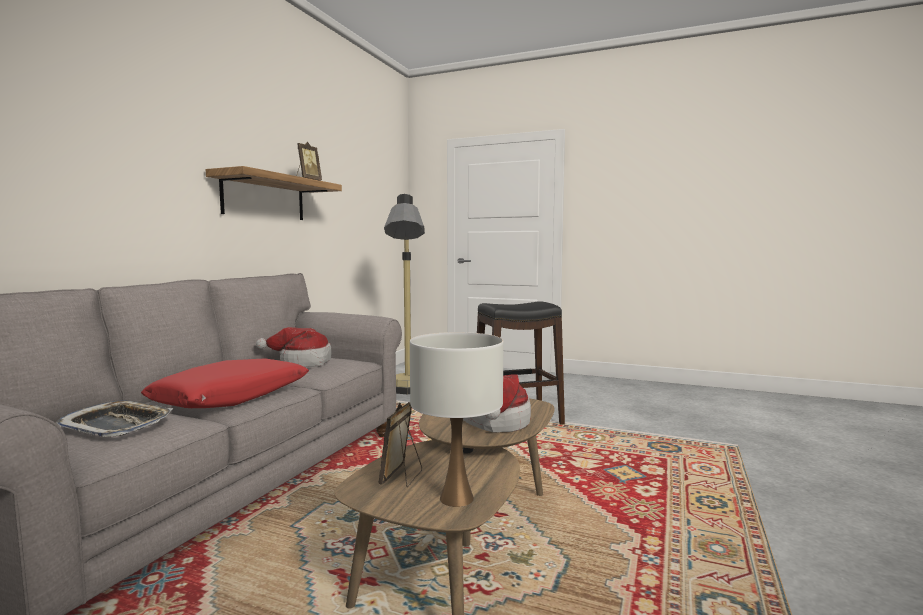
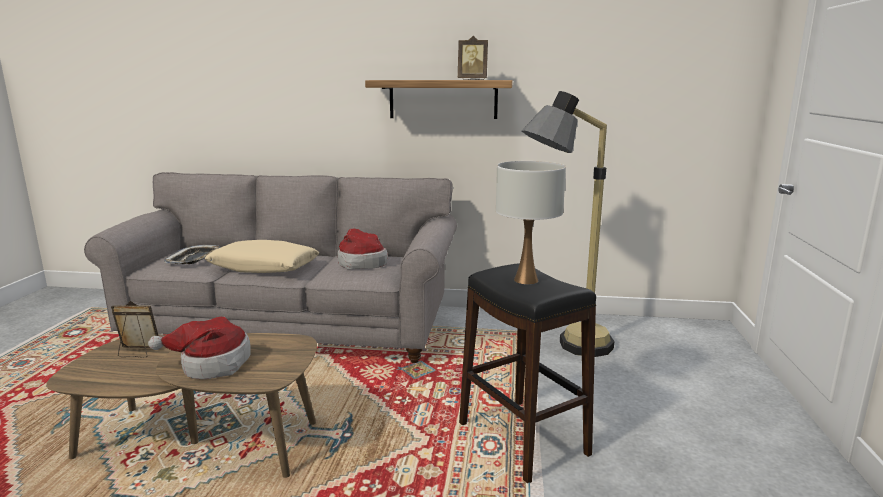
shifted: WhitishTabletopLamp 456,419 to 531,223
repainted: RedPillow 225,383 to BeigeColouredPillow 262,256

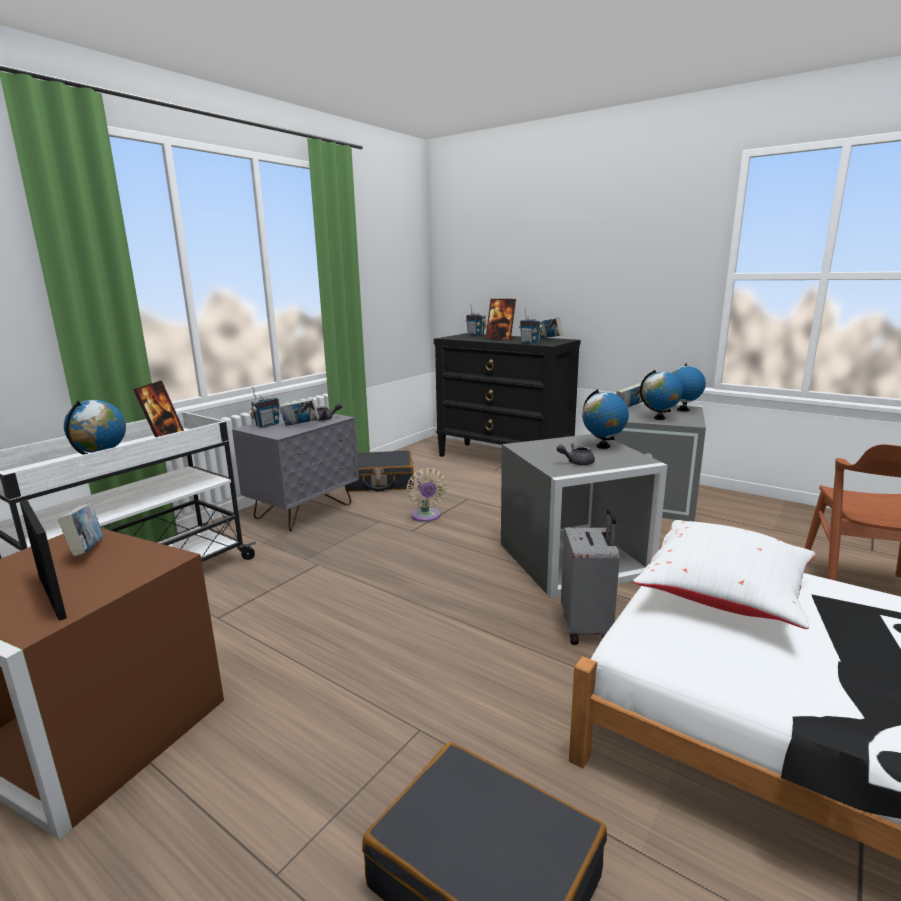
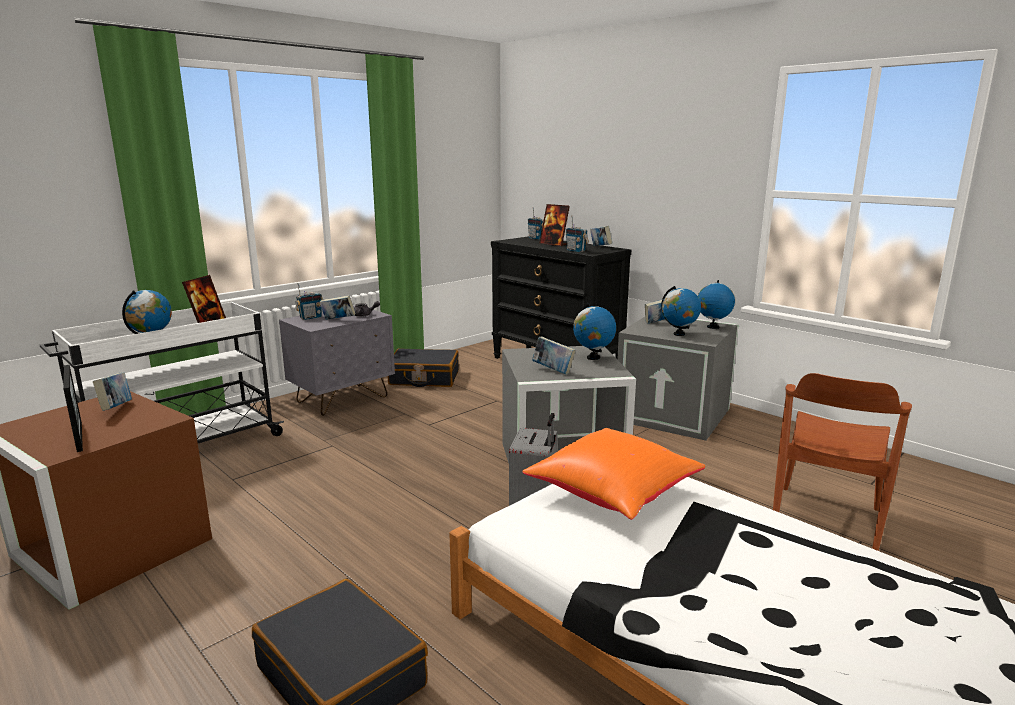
gone: BeigeColouredElectricFan 427,495
swapped: GreyishPotForTea 575,454 to Book 553,355
repainted: WhitishPillow 724,574 to OrangeyPillow 613,474

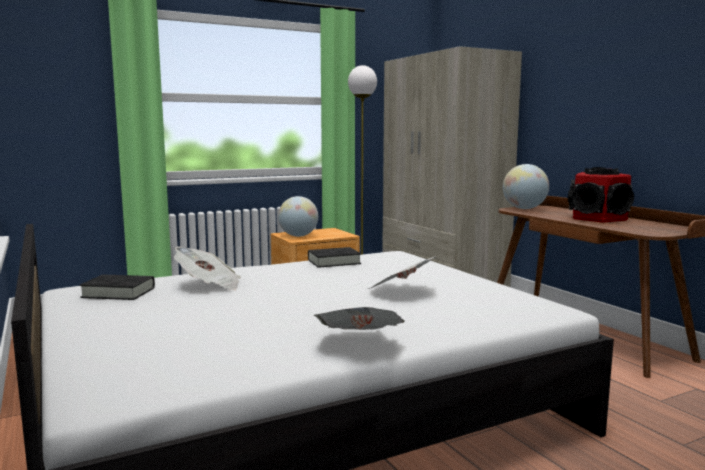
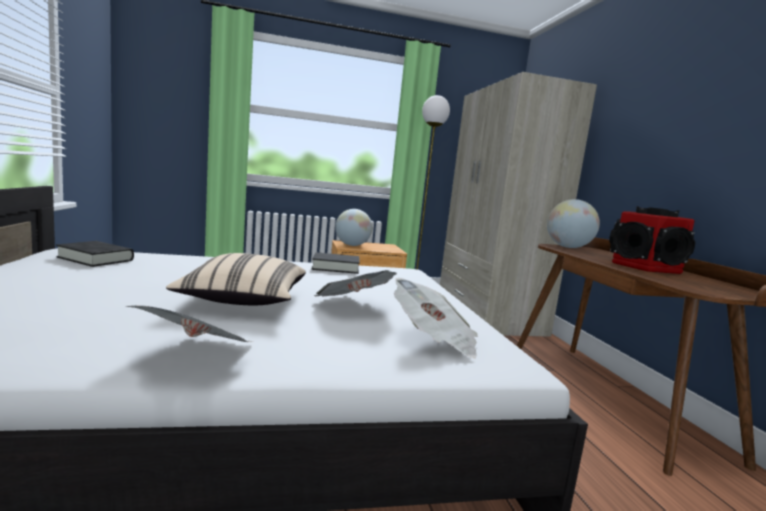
new: BeigeColouredPillow 236,279
shifted: Newspaper 207,268 to 436,318

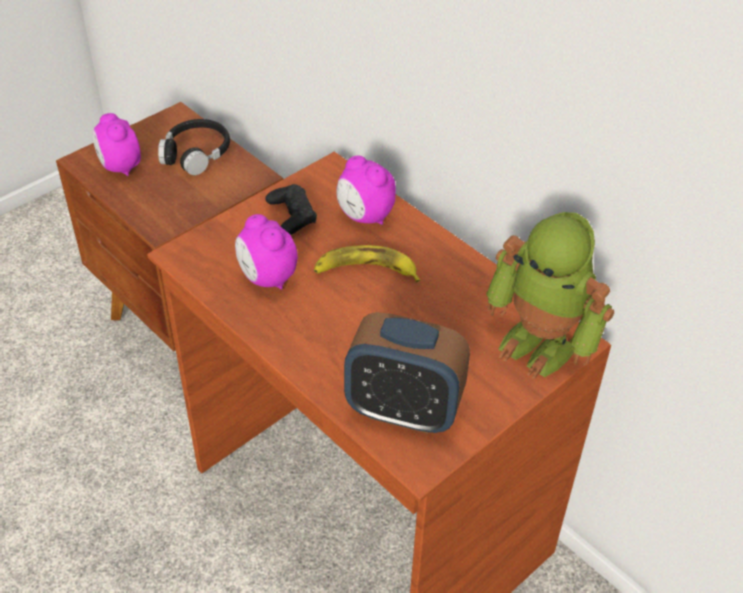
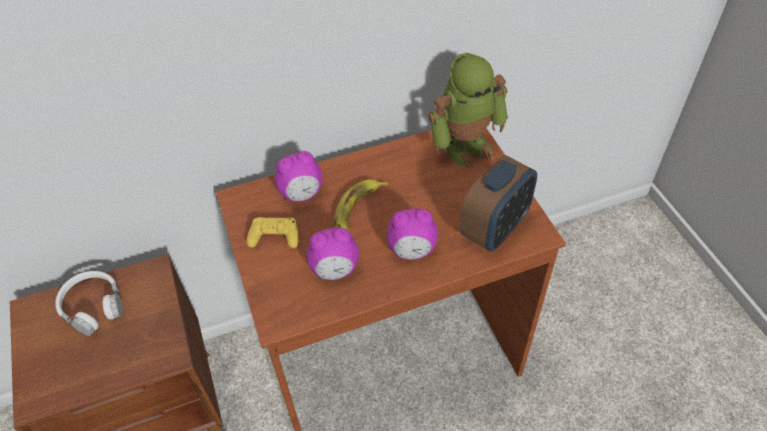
shifted: TableClock 116,144 to 412,234
repainted: BlackColouredHeadset 194,147 to WhitishHeadset 89,303; BlackColouredGameController 291,209 to YellowGameController 273,232

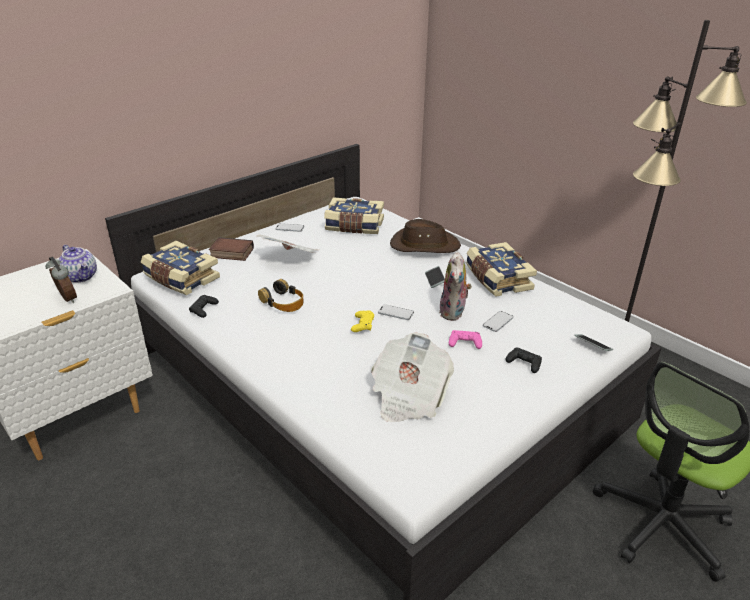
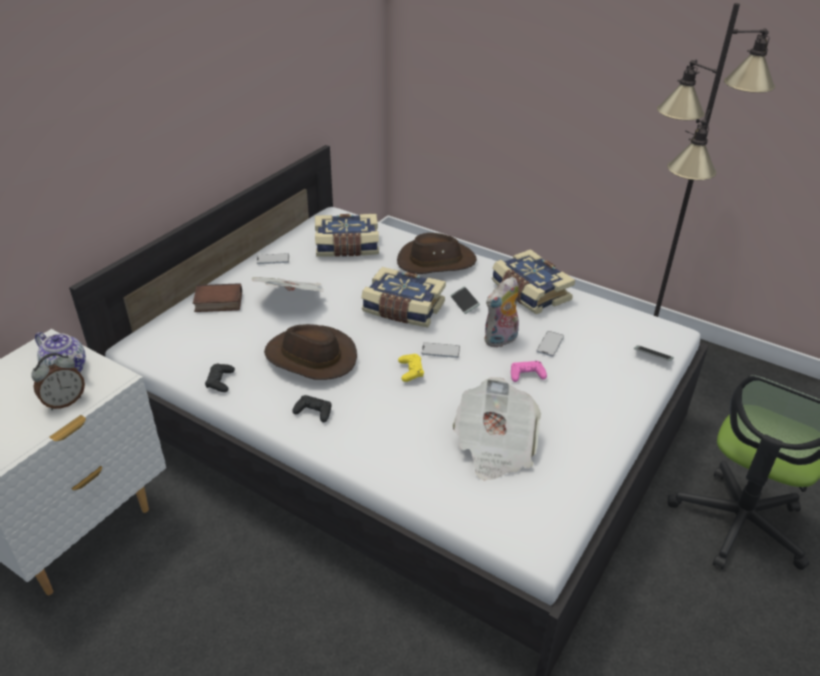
shifted: BlackColouredGameController 523,360 to 312,408; Book 180,268 to 403,297
swapped: Headset 280,295 to BrownColouredClothingHat 310,352
rotated: TableClock 61,280 = 58,381 105 degrees clockwise; CuddlyToy 455,286 = 501,312 60 degrees clockwise

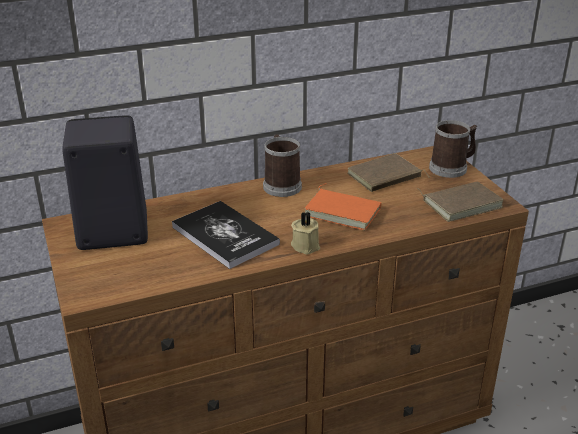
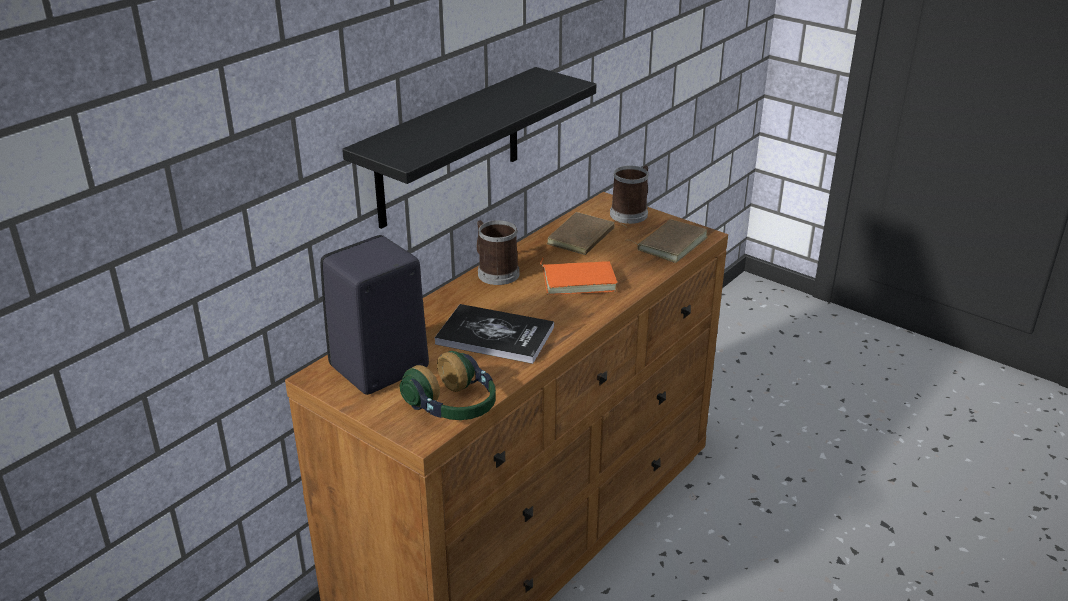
gone: BeigeColouredCandle 305,233
new: BlackColouredBracketShelf 469,148; Headset 448,385

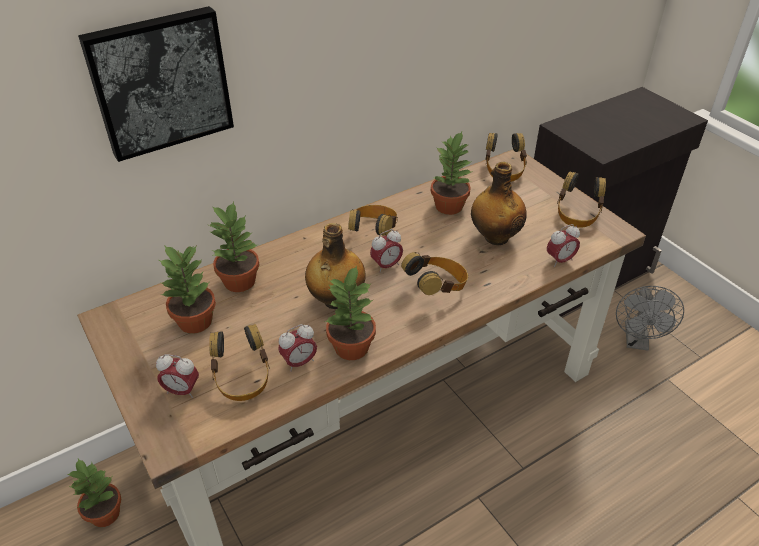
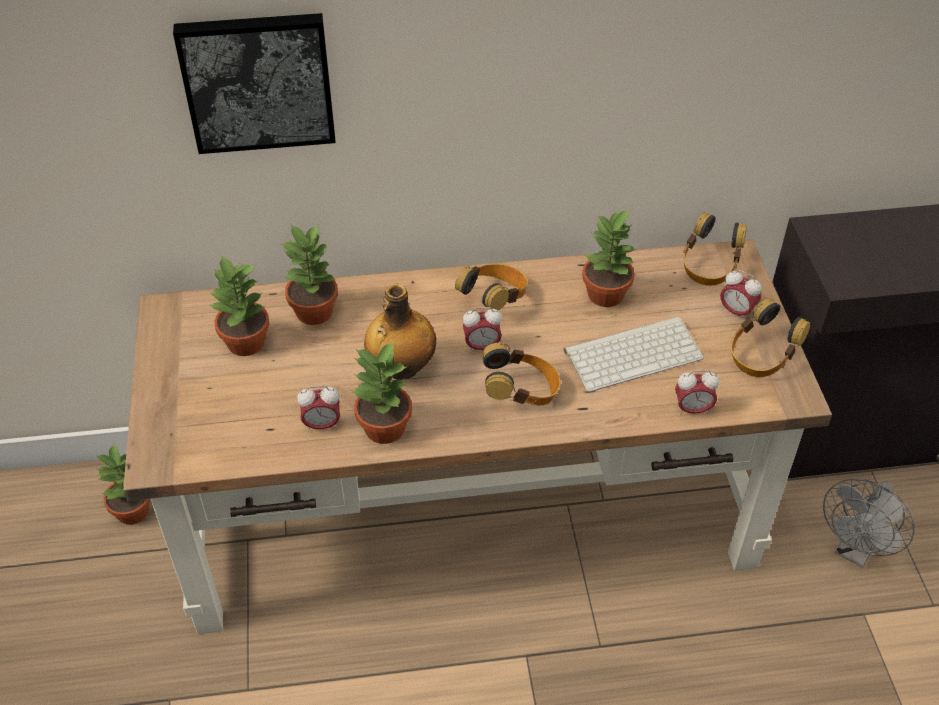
gone: Headset 239,362
shifted: TableClock 177,376 to 741,295
swapped: DrinkBottle 499,203 to ComputerKeyboard 634,354

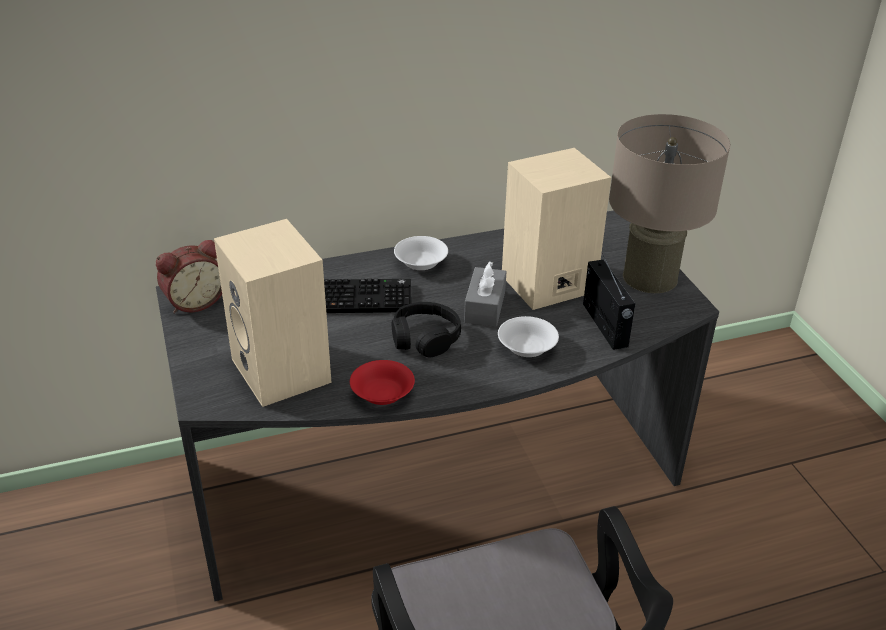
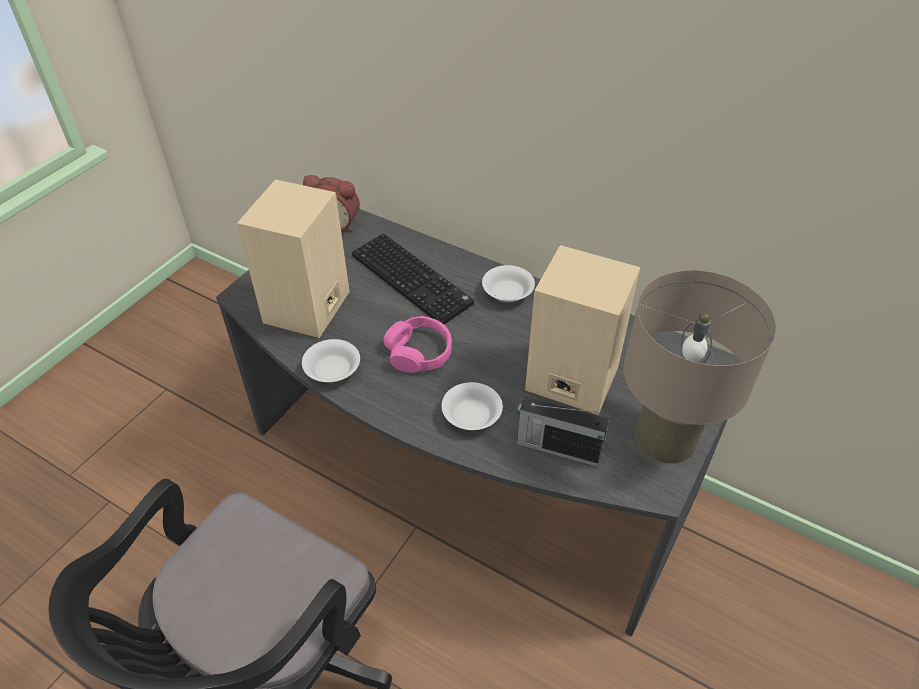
gone: GreyishTissueBox 485,294
repainted: RedDeepDish 382,382 to WhitishDeepDish 331,360; BlackColouredHeadset 426,329 to PinkColouredHeadset 417,344
rotated: RadioReceiver 609,301 = 563,431 75 degrees clockwise

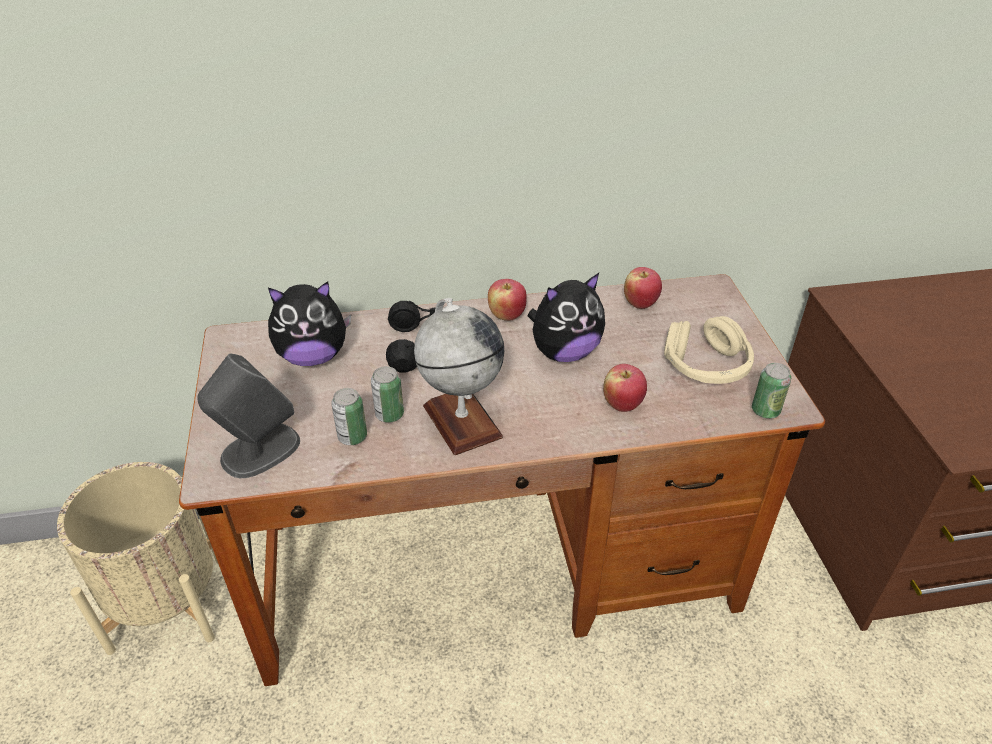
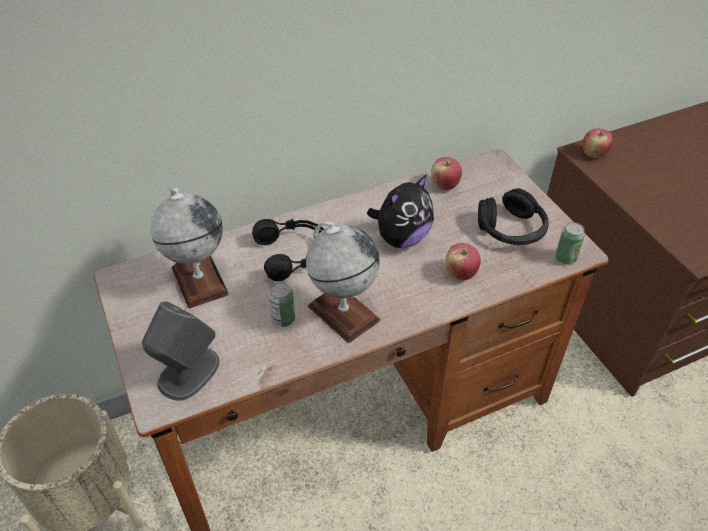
gone: MetalCan 349,416
shifted: AppleFruit 507,300 to 598,143
swapped: CuddlyToy 309,323 to Globe 190,248
repainted: BeigeColouredHeadset 709,350 to BlackColouredHeadset 513,216

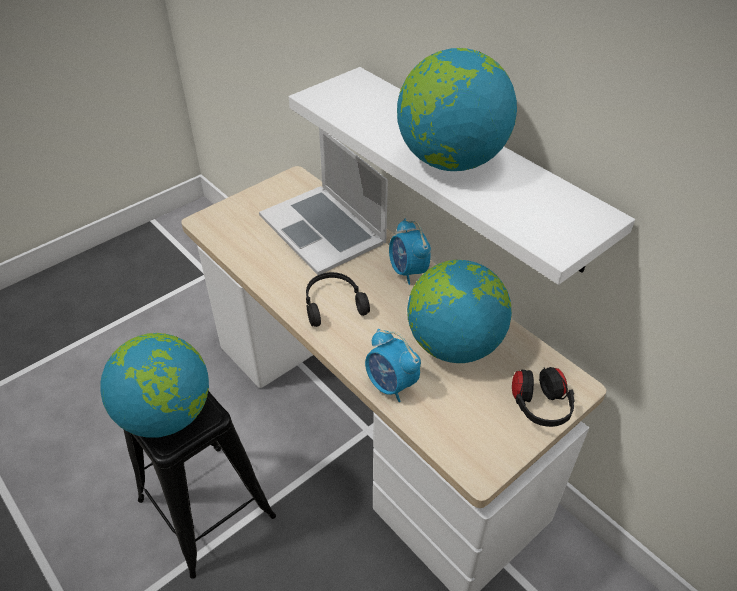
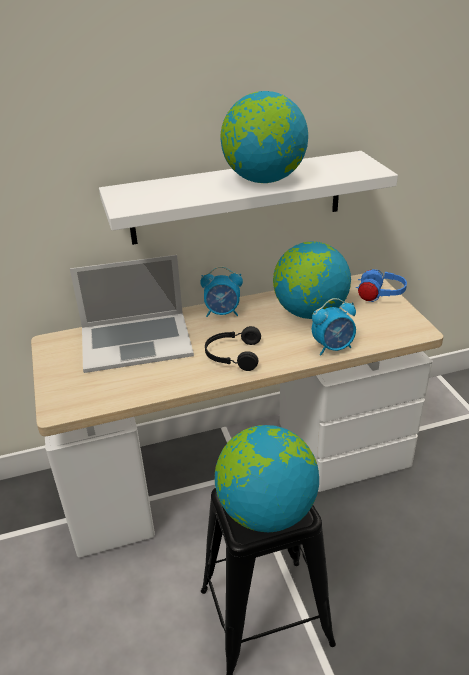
repainted: BlackColouredHeadset 543,397 to BlueHeadset 381,285

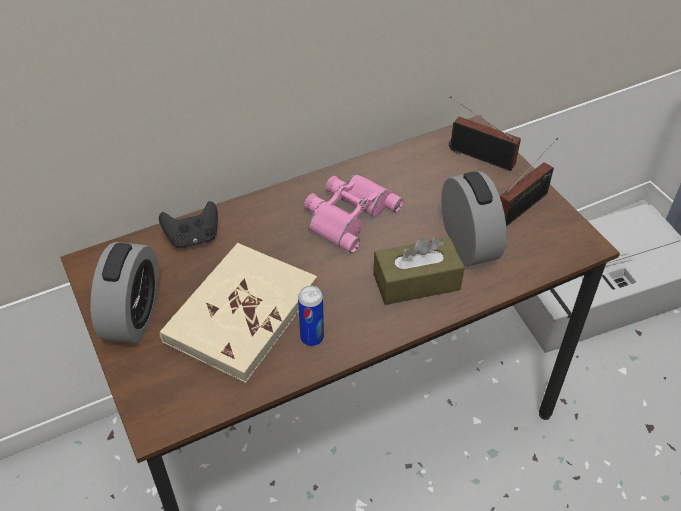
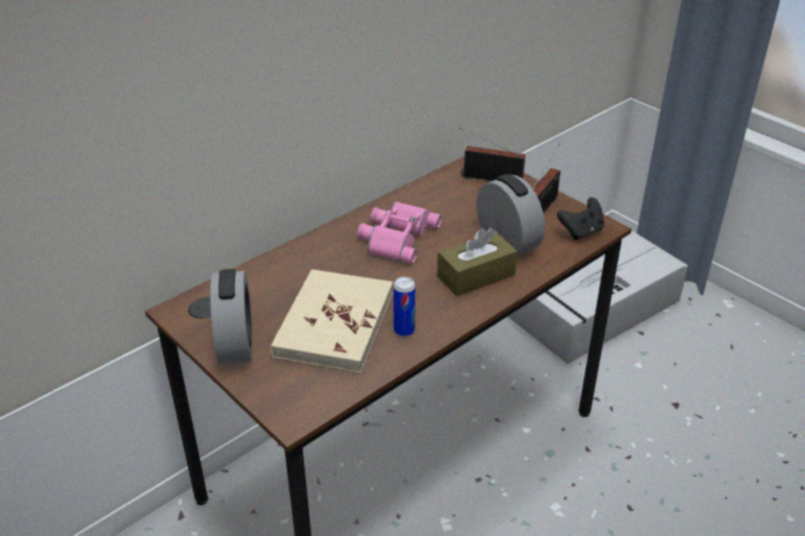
shifted: BlackColouredGameController 188,225 to 580,218

